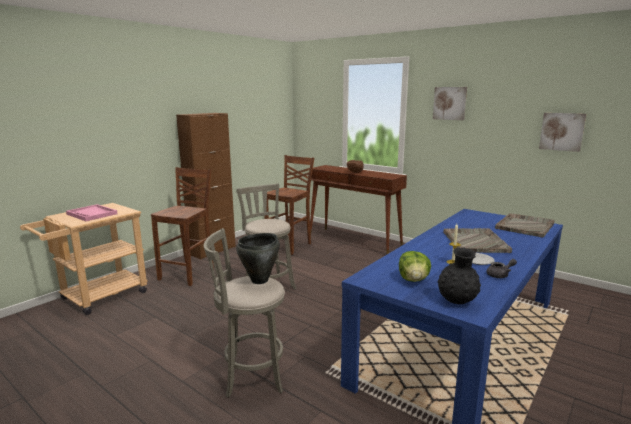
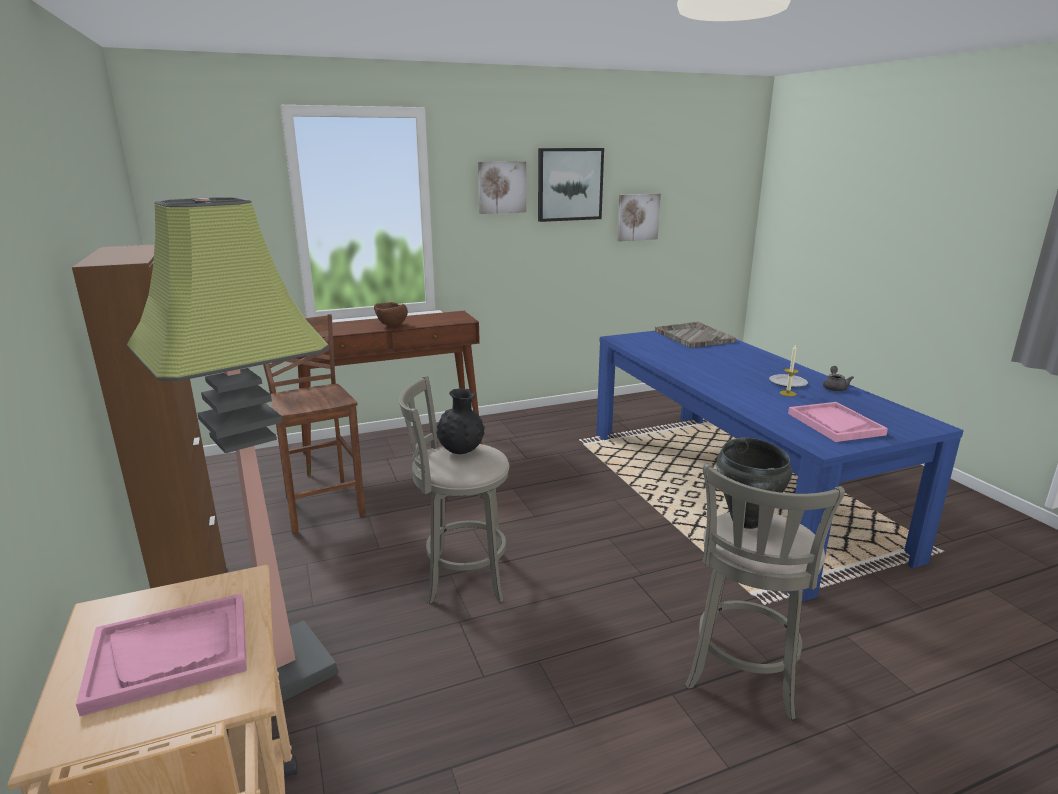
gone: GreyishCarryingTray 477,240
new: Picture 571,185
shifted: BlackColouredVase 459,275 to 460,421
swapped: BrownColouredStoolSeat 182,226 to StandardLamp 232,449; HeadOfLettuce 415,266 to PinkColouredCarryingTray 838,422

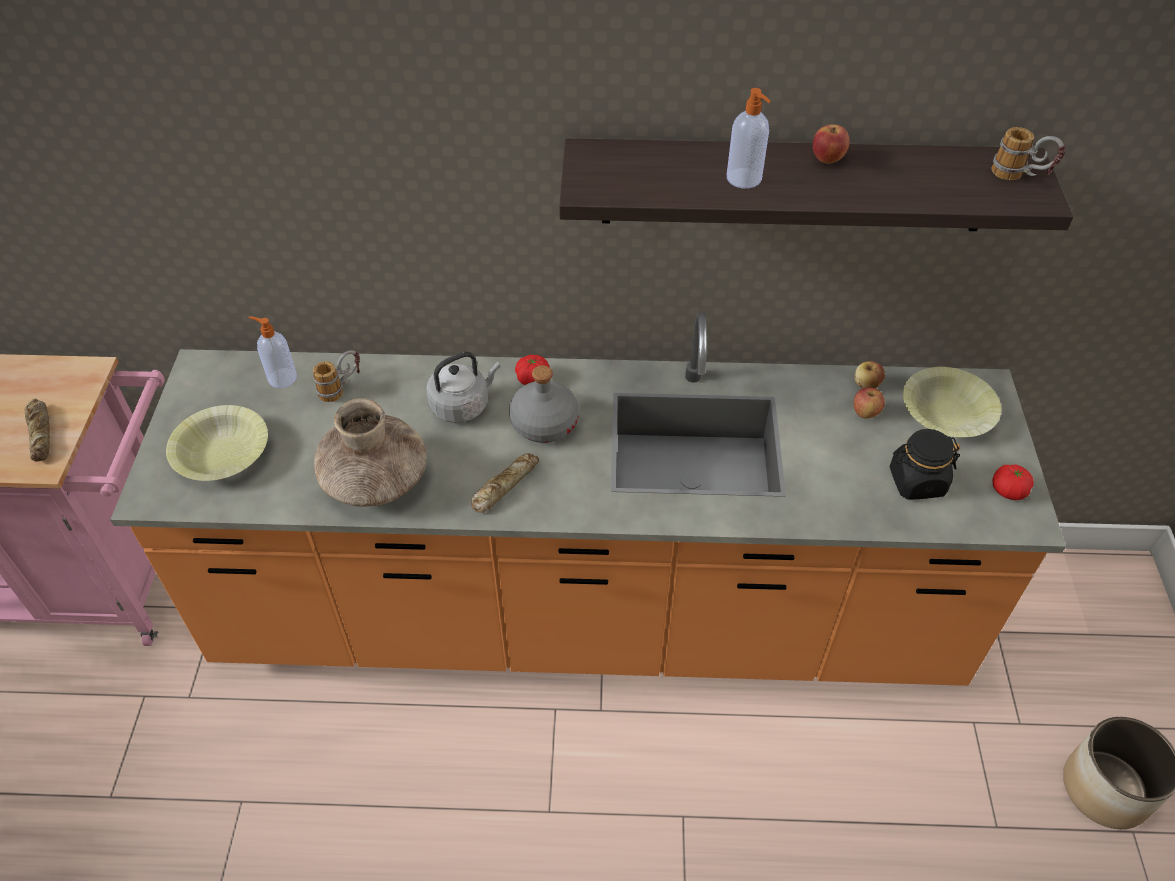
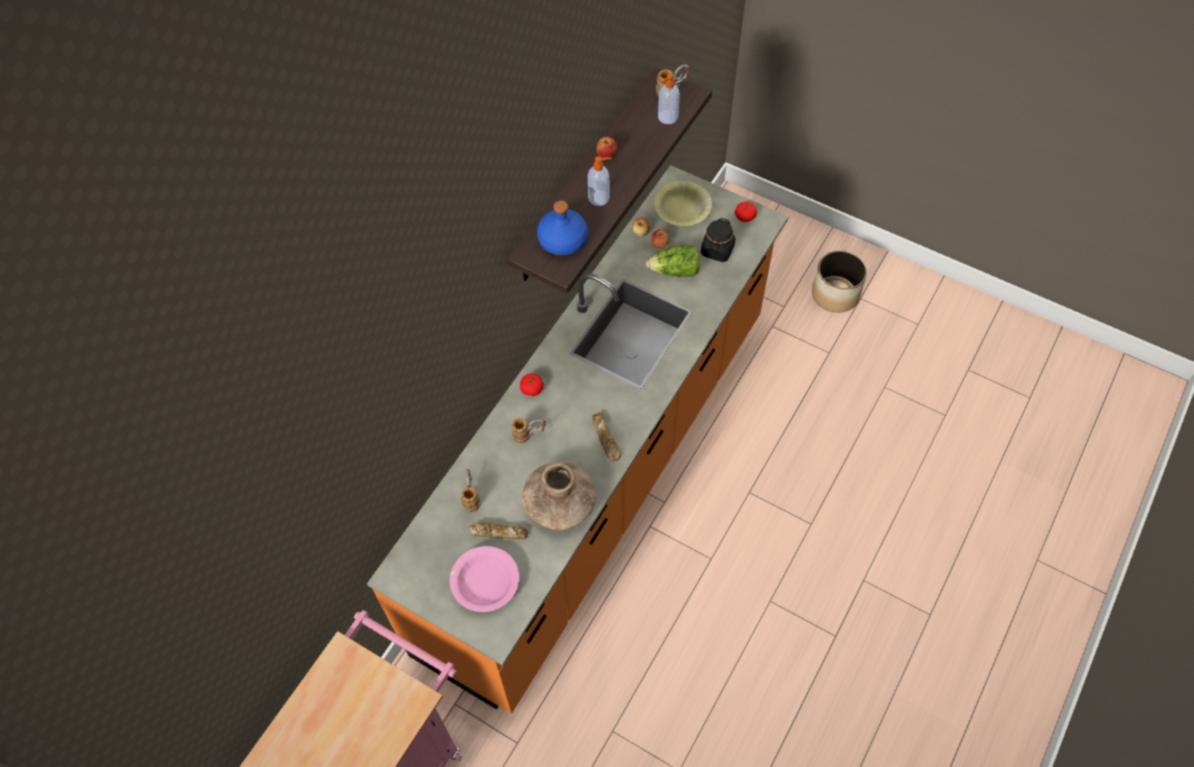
gone: GreyishDrinkBottle 544,404
new: BlueDrinkBottle 562,228; HeadOfLettuce 673,261
shifted: BakeryBread 37,430 to 498,530; SoapBottle 272,352 to 669,99
swapped: GreyishWaterKettle 463,387 to Mug 528,430
repainted: YellowDeepDish 217,443 to PinkColouredDeepDish 484,579

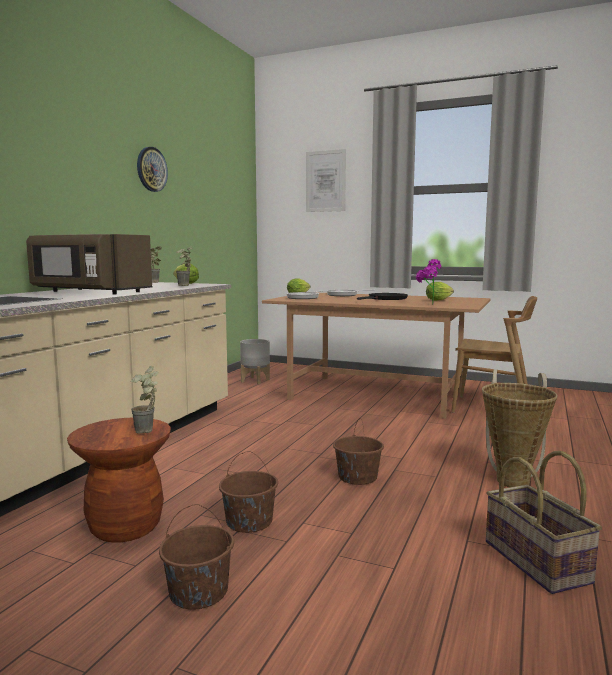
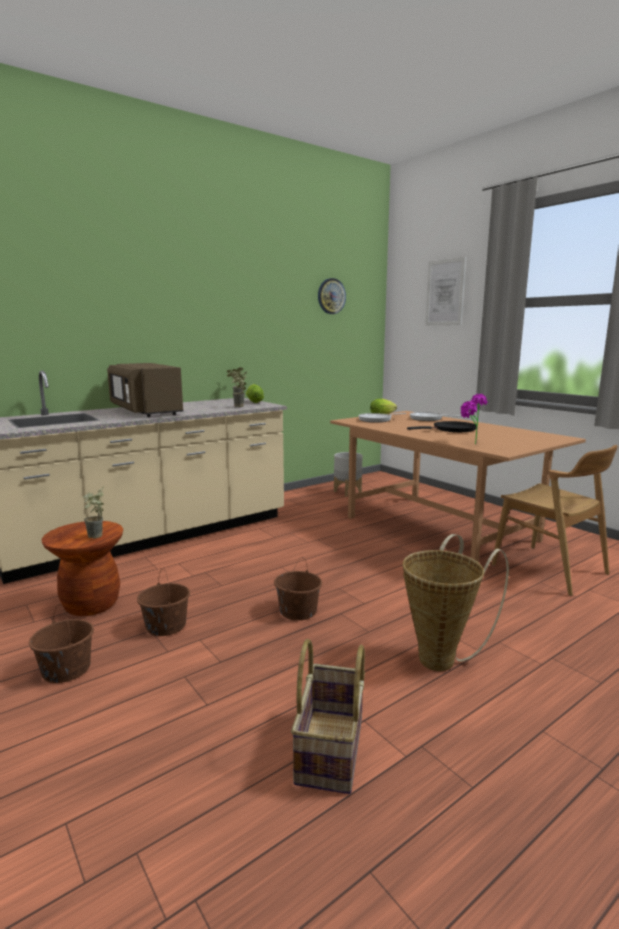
gone: HeadOfLettuce 440,291
shifted: ClockOnTheWall 152,169 to 332,296

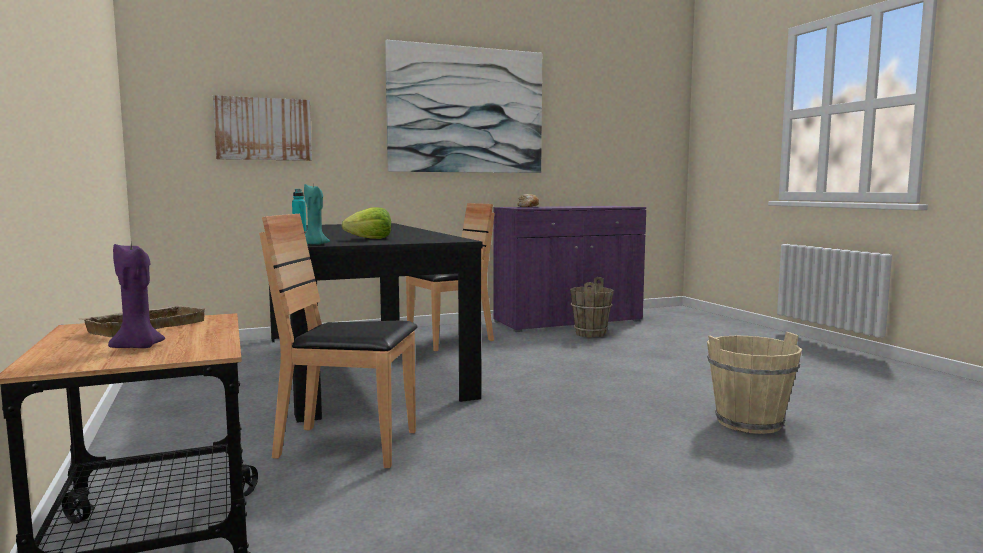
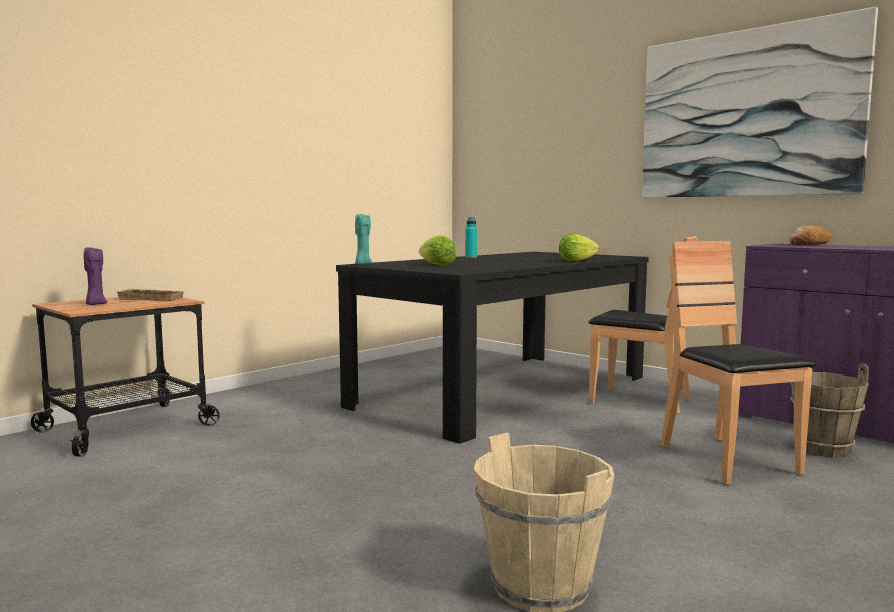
gone: Picture 262,128
new: HeadOfLettuce 579,247
shifted: BrownColouredPlainChair 338,341 to 738,363

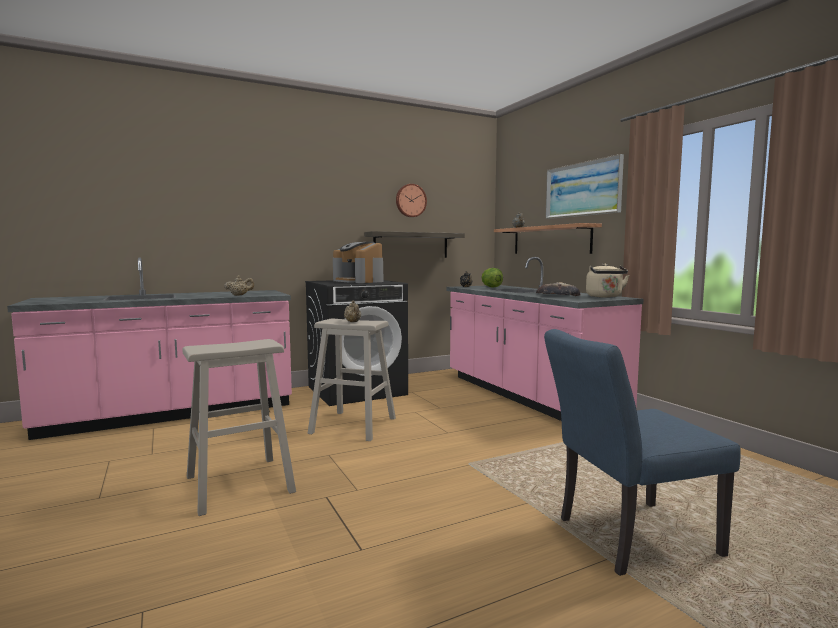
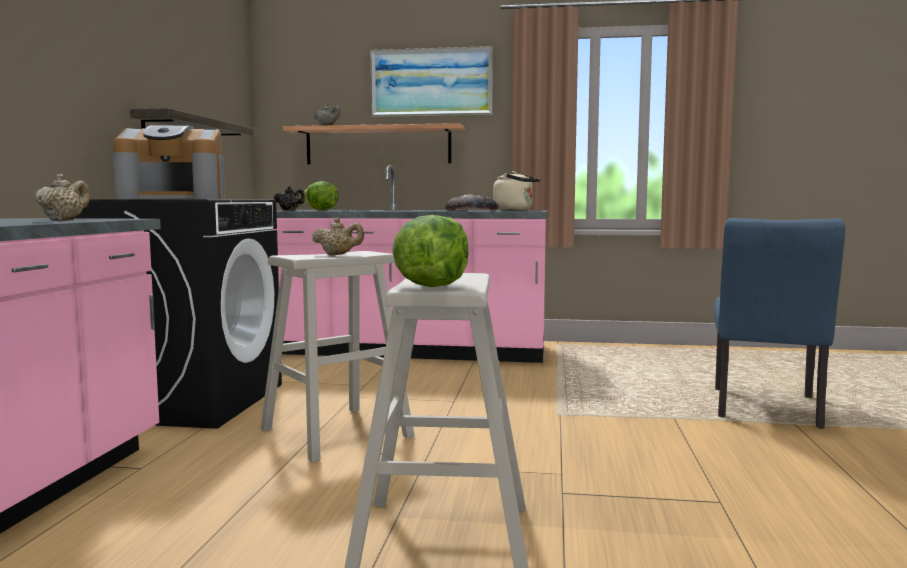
gone: ClockOnTheWall 411,200
new: HeadOfLettuce 430,251

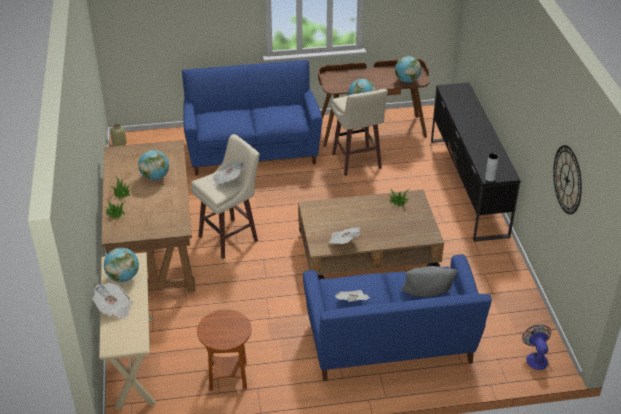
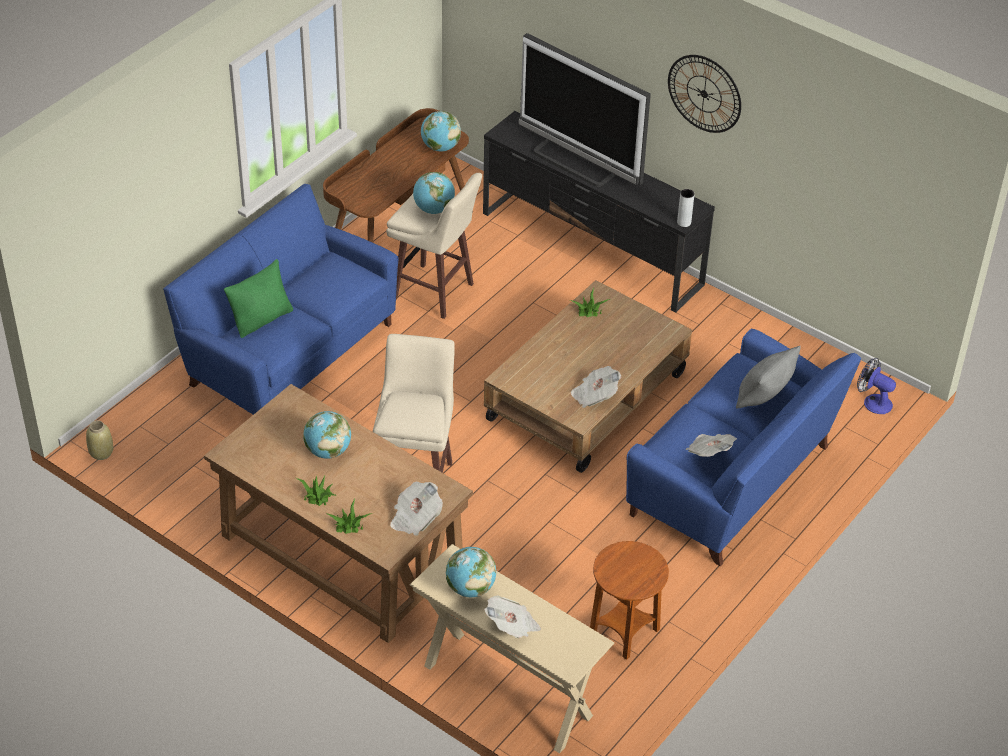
new: GreenPillow 258,298; TvSet 584,110
shifted: Newspaper 228,174 to 416,508; ClockOnTheWall 567,179 to 704,94

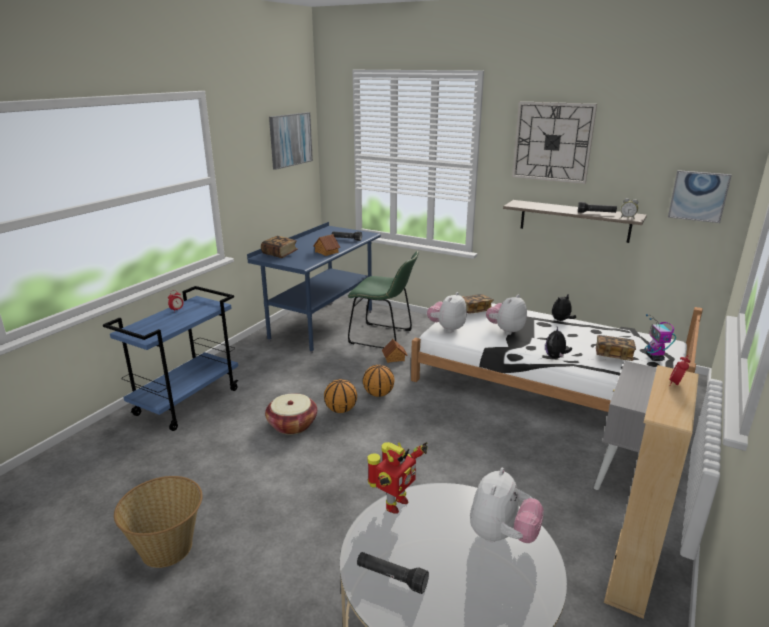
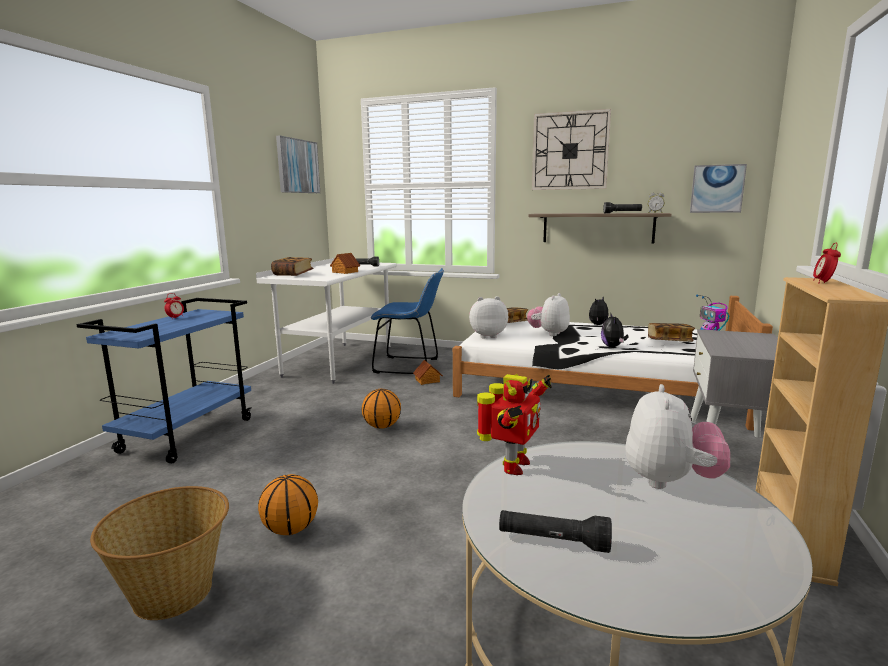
gone: StorageBasket 291,414
shifted: BallForBasketball 378,381 to 288,504
repainted: BlueDeskTable 314,288 to WhitishDeskTable 326,321; GreenPlainChair 383,299 to BluePlainChair 407,321
rotated: CuddlyToy 447,312 = 488,317 60 degrees clockwise

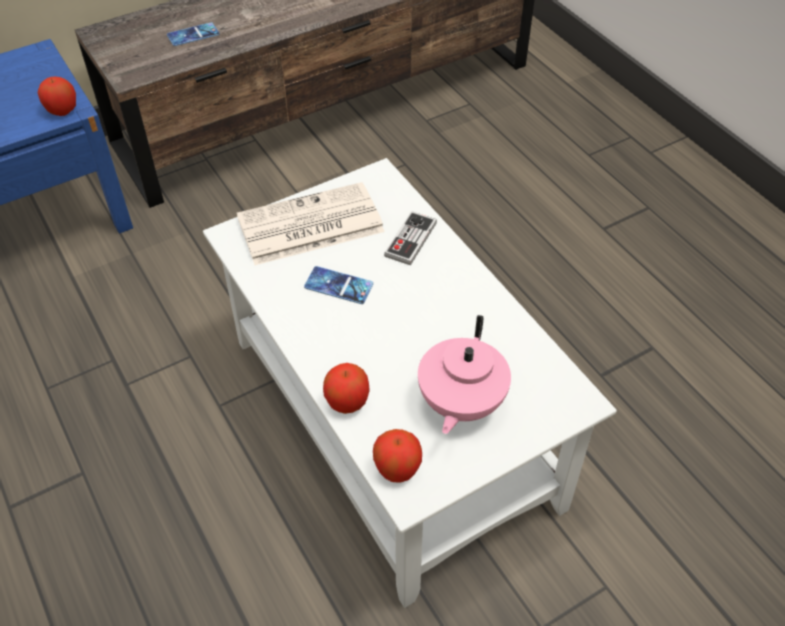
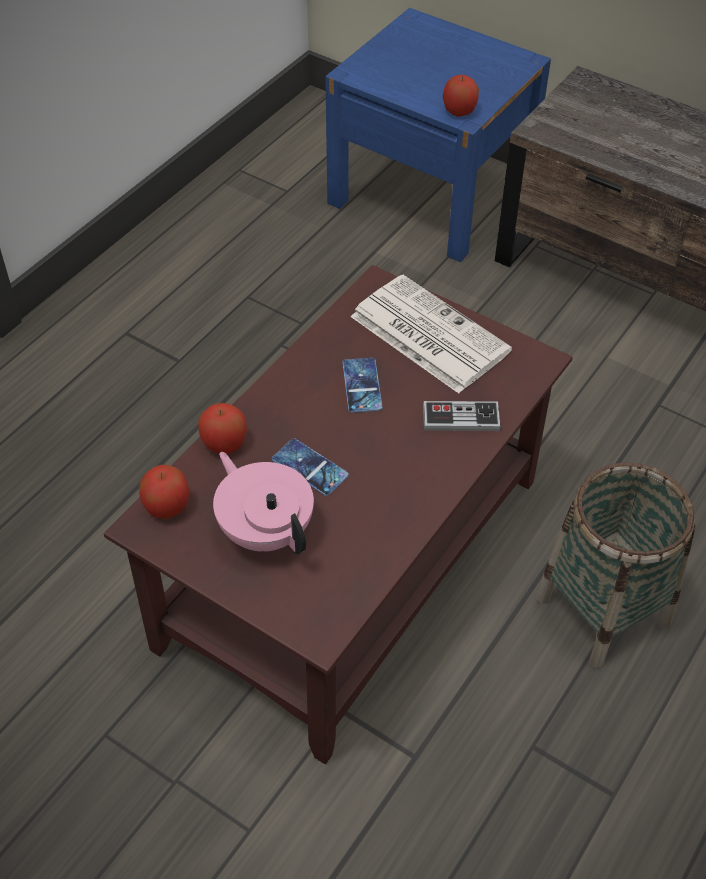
new: StorageBasket 616,565
shifted: Phone 193,34 to 310,467
repainted: WhitishLoungeTable 410,383 to BrownColouredLoungeTable 338,514
rotated: PinkColouredPotForTea 464,374 = 263,503 60 degrees clockwise

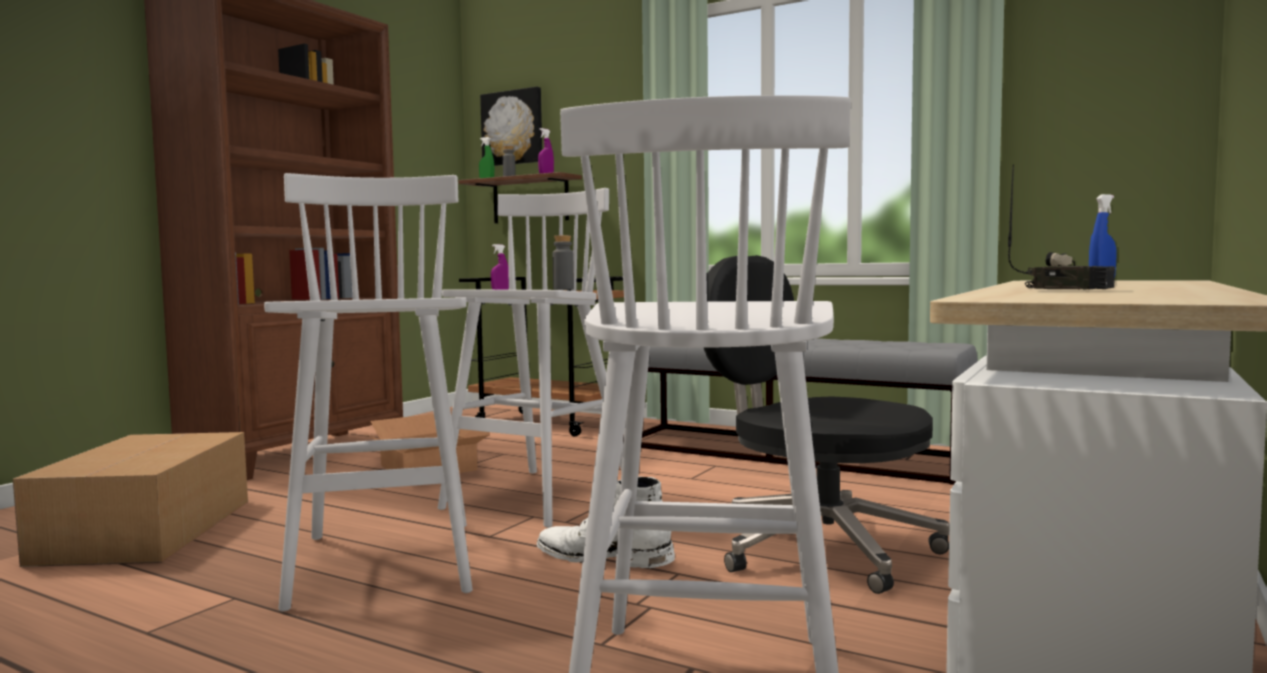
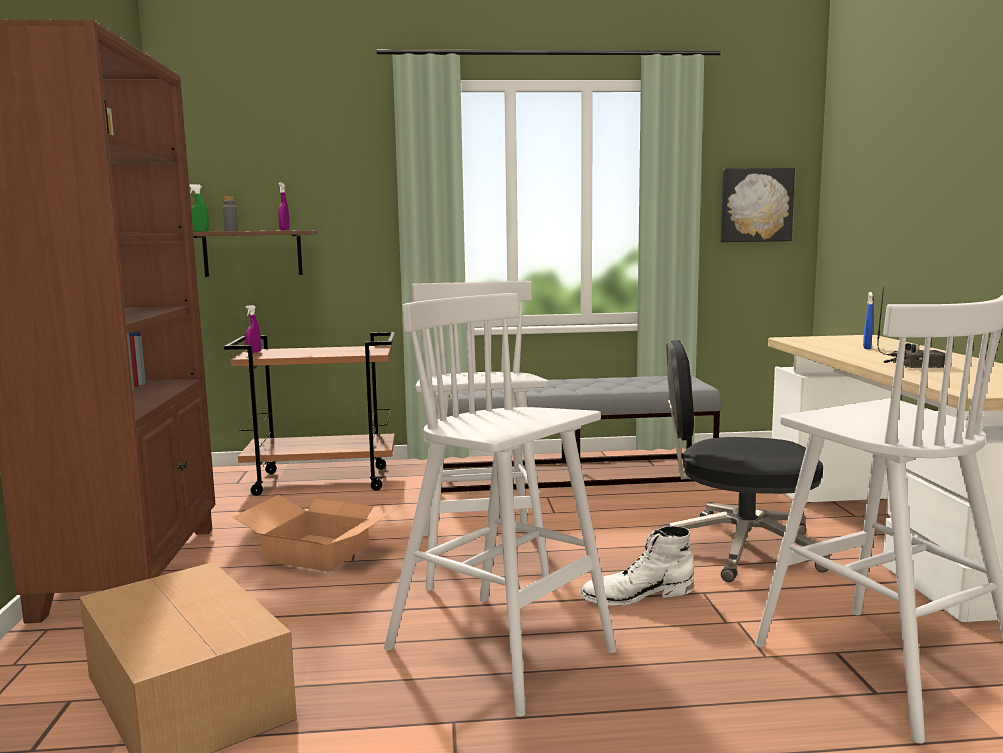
gone: GreyishDrinkBottle 563,262
shifted: Picture 511,126 to 758,205

